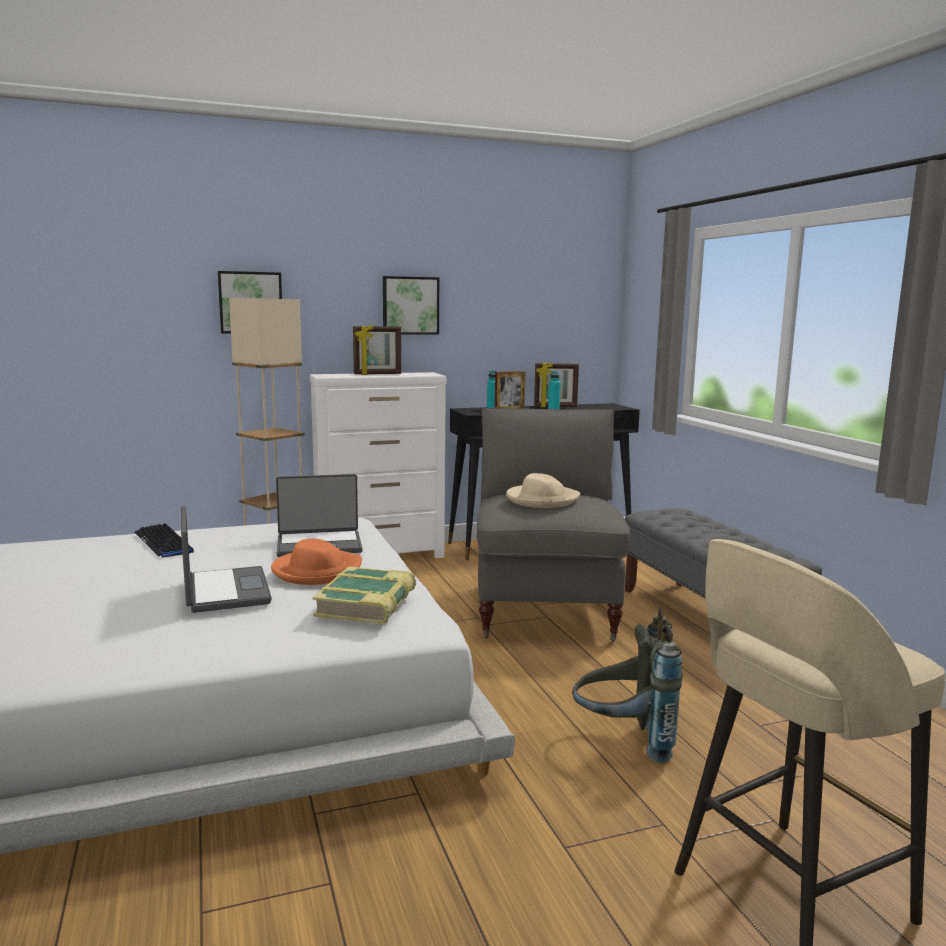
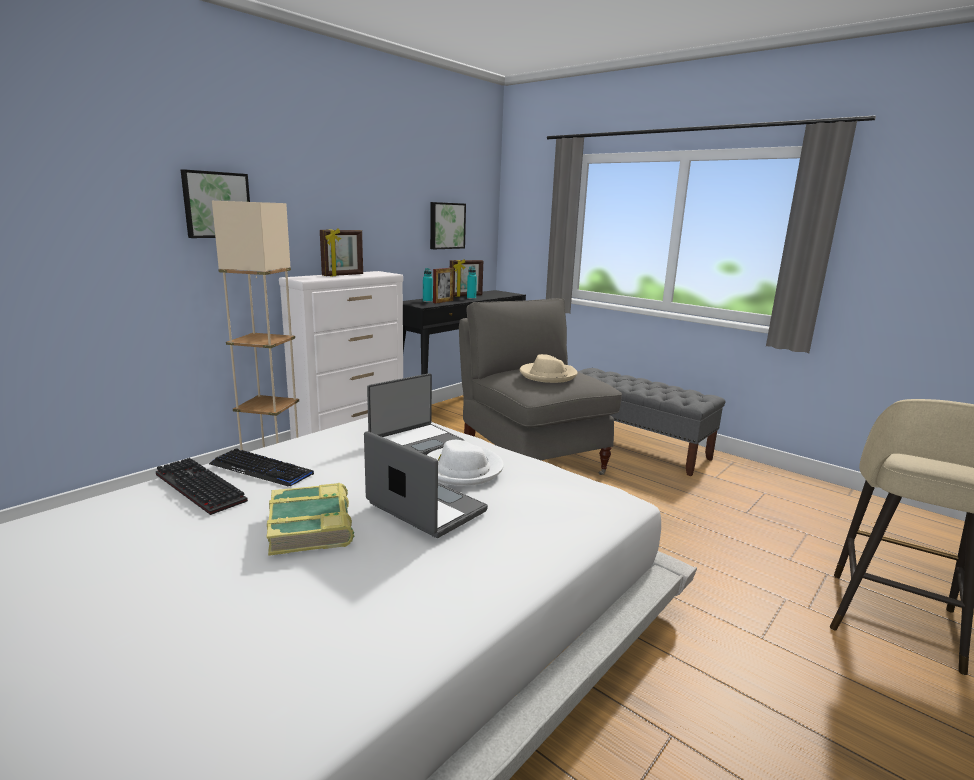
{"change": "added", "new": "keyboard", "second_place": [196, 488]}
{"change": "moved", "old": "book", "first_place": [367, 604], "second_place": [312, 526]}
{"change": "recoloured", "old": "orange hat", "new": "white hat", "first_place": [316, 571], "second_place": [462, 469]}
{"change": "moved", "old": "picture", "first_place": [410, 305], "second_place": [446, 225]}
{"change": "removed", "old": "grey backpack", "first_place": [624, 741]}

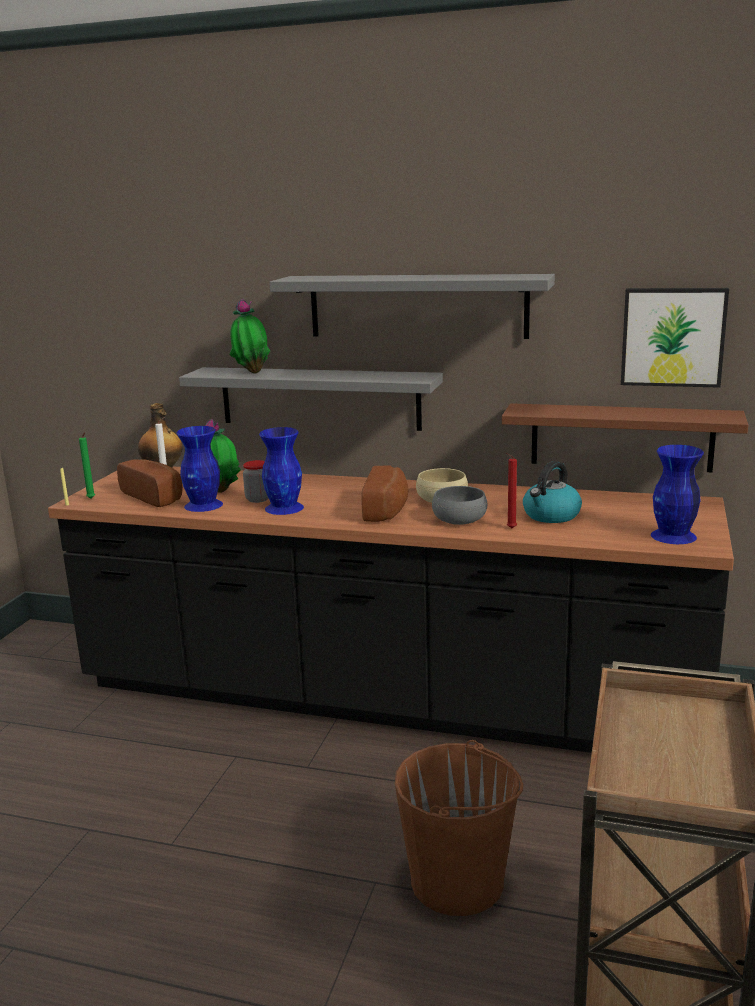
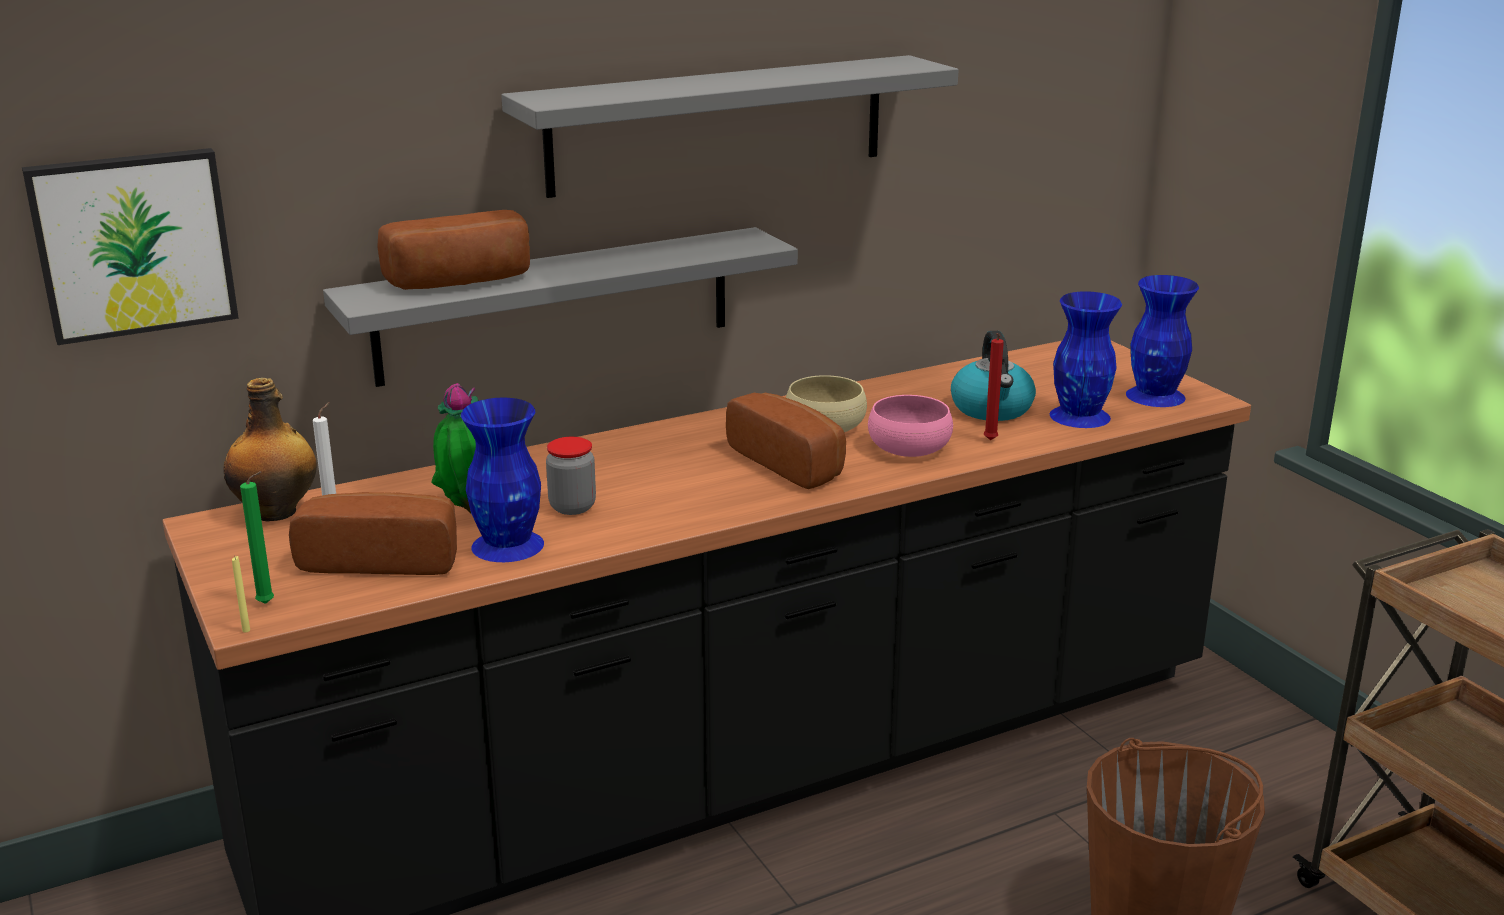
{"change": "moved", "old": "picture", "first_place": [673, 336], "second_place": [133, 243]}
{"change": "replaced", "old": "potted plant", "new": "bread", "first_place": [252, 372], "second_place": [462, 282]}
{"change": "recoloured", "old": "grey bowl", "new": "pink bowl", "first_place": [459, 519], "second_place": [909, 447]}
{"change": "moved", "old": "blue vase", "first_place": [285, 508], "second_place": [1080, 416]}
{"change": "removed", "old": "brown shelf", "first_place": [621, 437]}

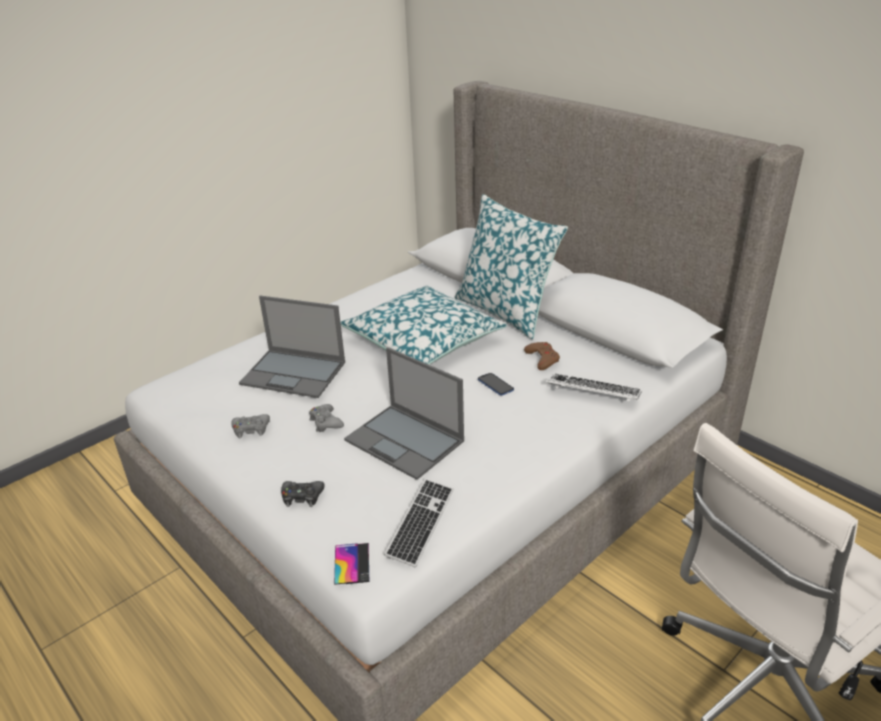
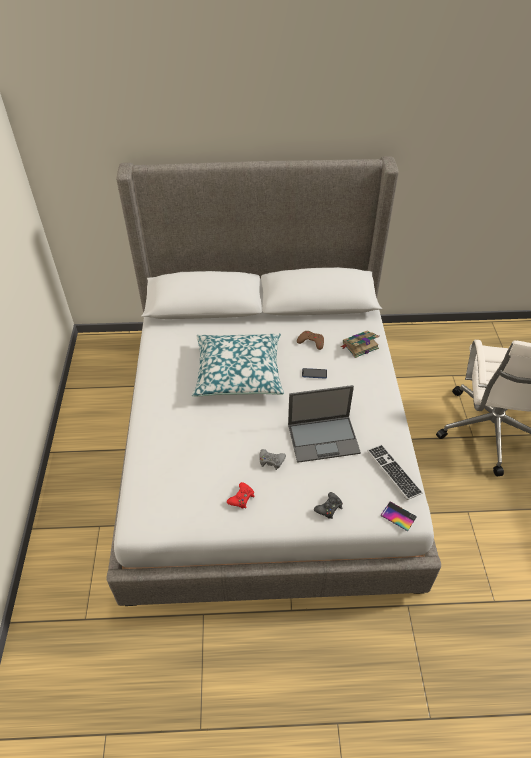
{"change": "recoloured", "old": "grey game controller", "new": "red game controller", "first_place": [251, 429], "second_place": [241, 498]}
{"change": "replaced", "old": "keyboard", "new": "book", "first_place": [593, 393], "second_place": [359, 346]}
{"change": "removed", "old": "laptop", "first_place": [294, 373]}
{"change": "removed", "old": "pillow", "first_place": [506, 311]}

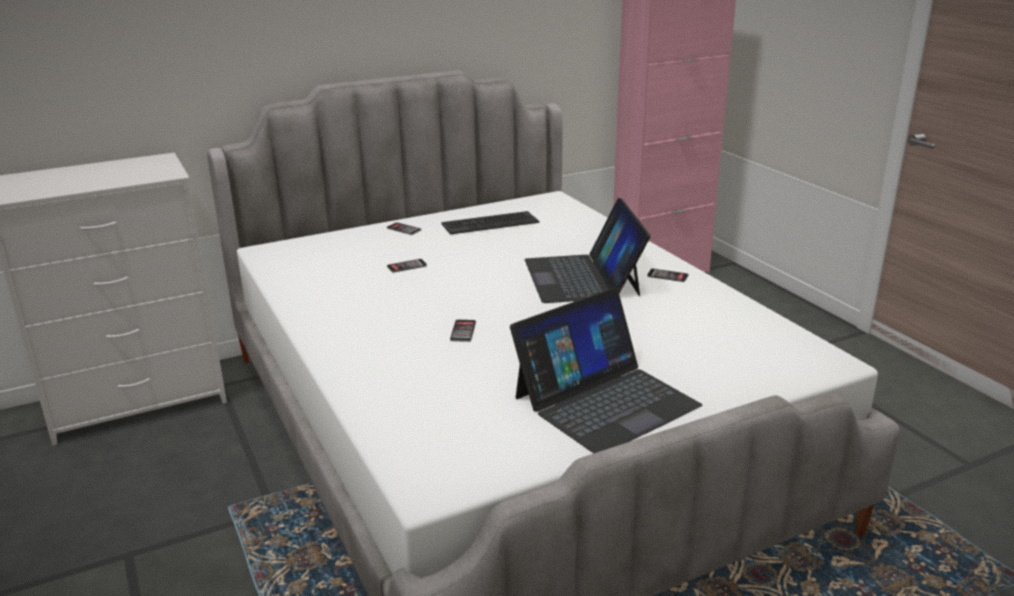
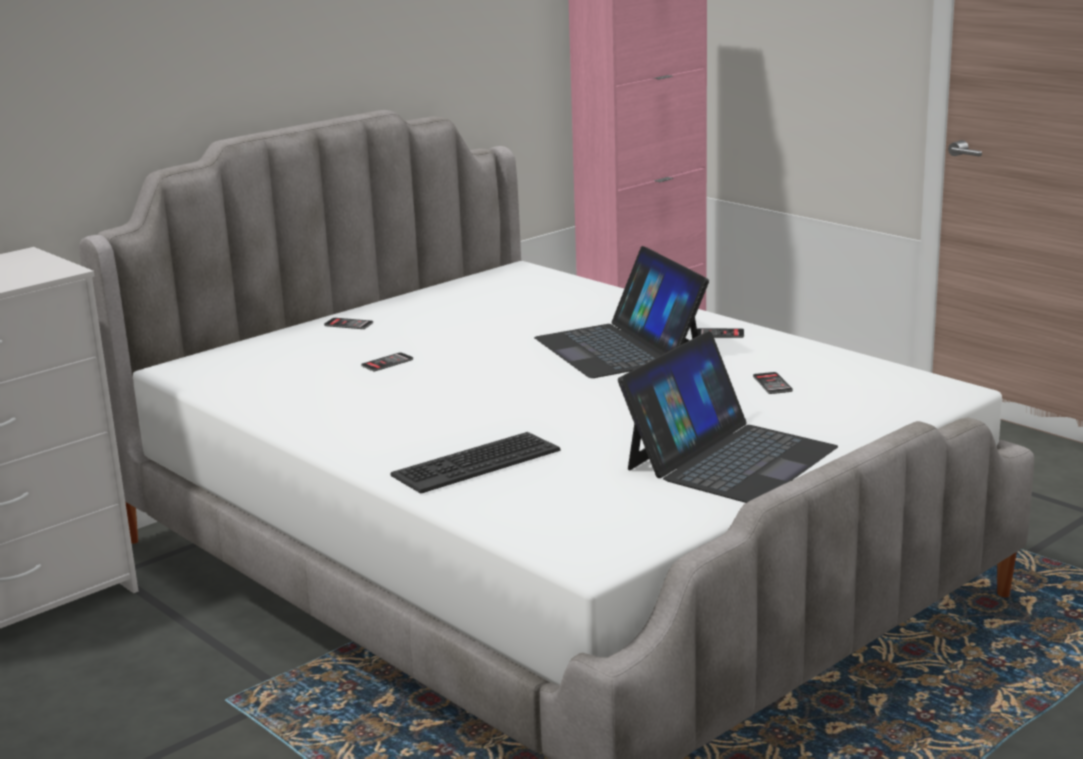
{"change": "moved", "old": "keyboard", "first_place": [490, 223], "second_place": [475, 463]}
{"change": "moved", "old": "phone", "first_place": [463, 331], "second_place": [772, 384]}

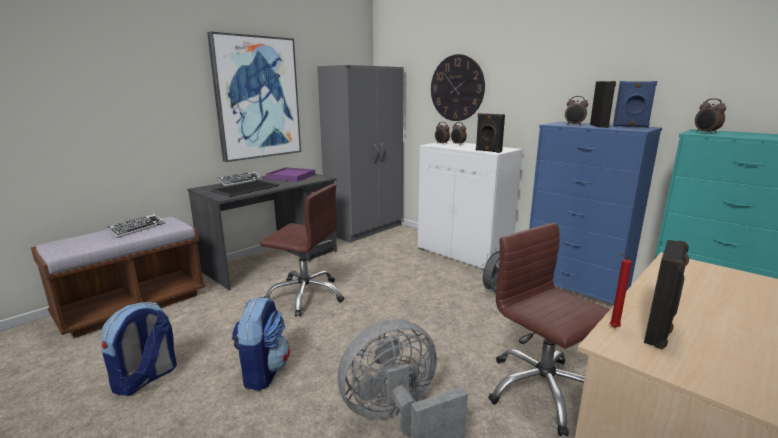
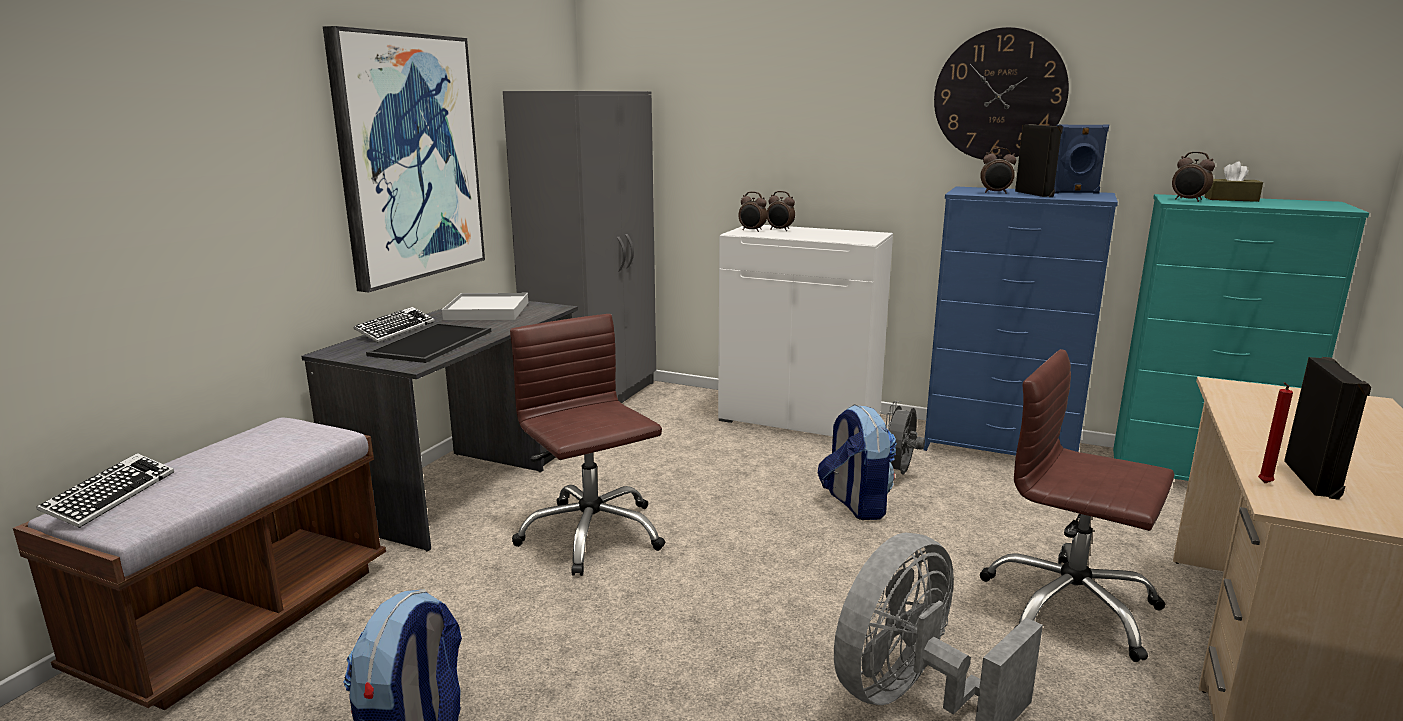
{"change": "moved", "old": "keyboard", "first_place": [137, 228], "second_place": [111, 496]}
{"change": "recoloured", "old": "purple tray", "new": "white tray", "first_place": [291, 177], "second_place": [487, 311]}
{"change": "turned", "old": "brown office chair", "first_place": [306, 295], "second_place": [591, 534], "degrees": -120}
{"change": "moved", "old": "backpack", "first_place": [263, 371], "second_place": [855, 504]}
{"change": "moved", "old": "wall clock", "first_place": [457, 88], "second_place": [999, 95]}
{"change": "added", "new": "brown tissue box", "second_place": [1231, 199]}
{"change": "removed", "old": "black speaker", "first_place": [488, 151]}

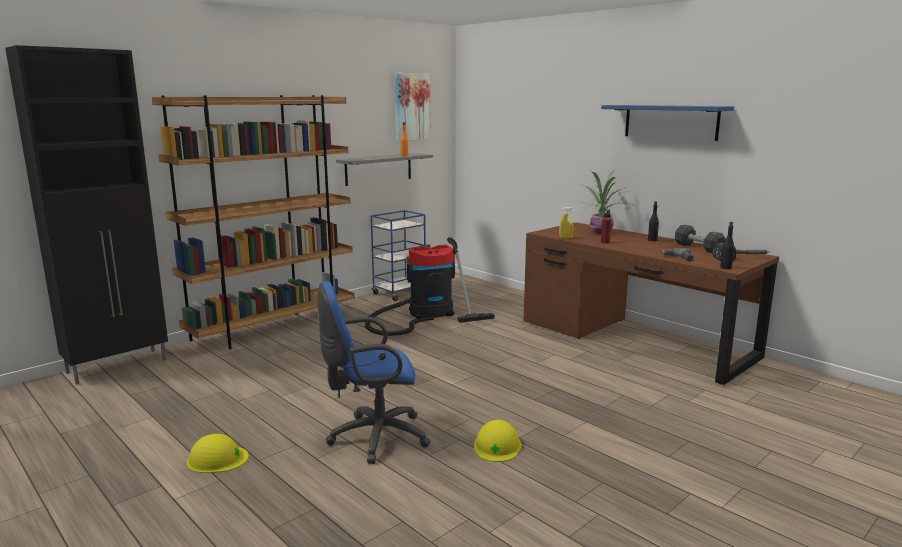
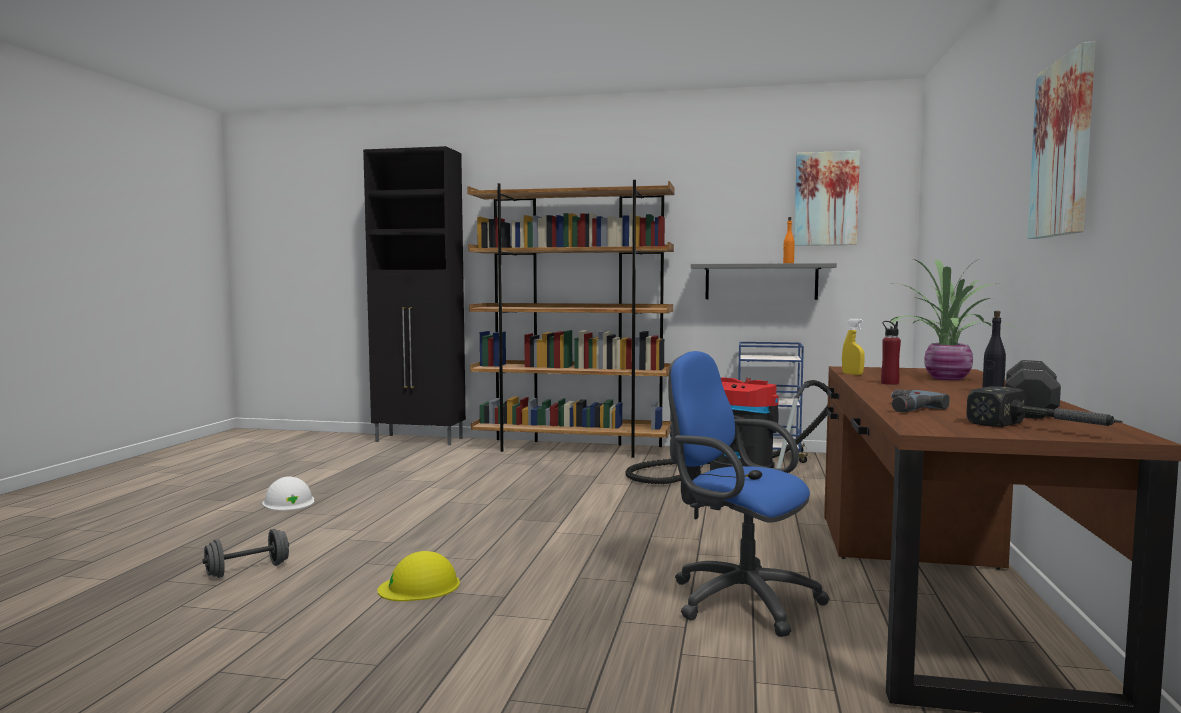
{"change": "added", "new": "grey dumbbell", "second_place": [247, 570]}
{"change": "recoloured", "old": "yellow hard hat", "new": "white hard hat", "first_place": [217, 459], "second_place": [289, 502]}
{"change": "moved", "old": "blue office chair", "first_place": [373, 437], "second_place": [737, 599]}
{"change": "replaced", "old": "blue shelf", "new": "picture", "first_place": [670, 122], "second_place": [1064, 148]}
{"change": "removed", "old": "black bottle", "first_place": [725, 268]}

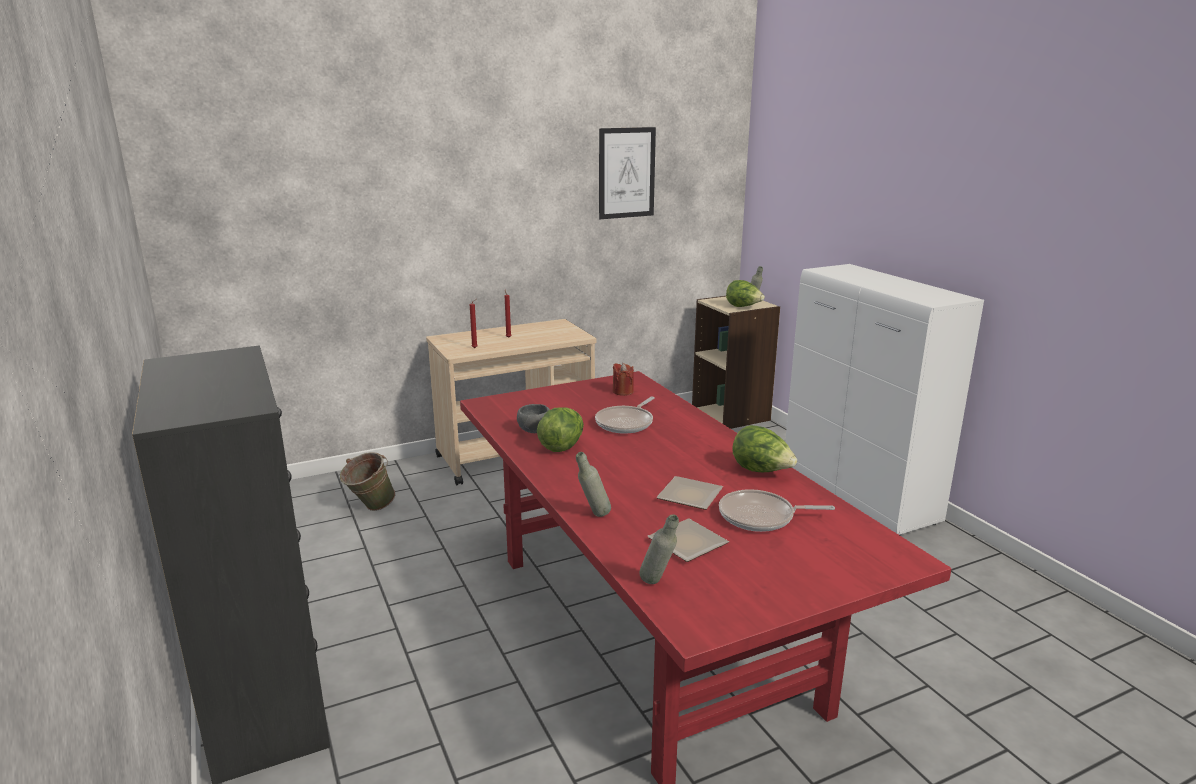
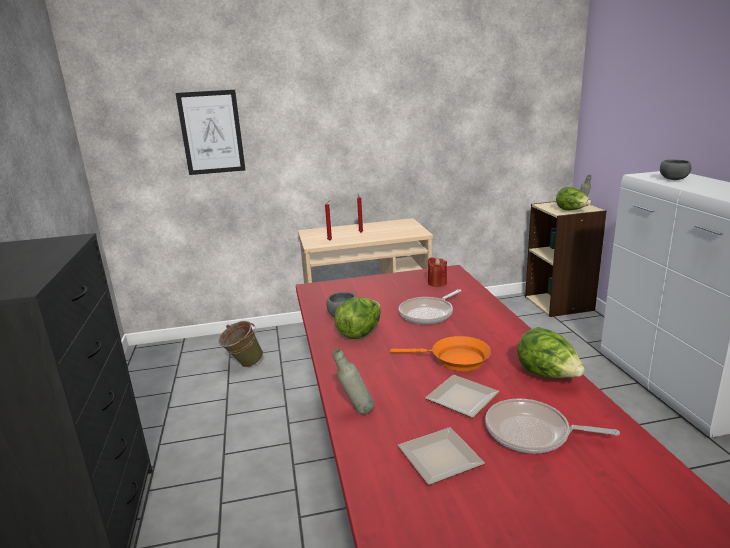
{"change": "moved", "old": "picture", "first_place": [626, 173], "second_place": [211, 132]}
{"change": "added", "new": "orange frying pan", "second_place": [455, 360]}
{"change": "added", "new": "grey bowl", "second_place": [673, 179]}
{"change": "removed", "old": "grey bottle", "first_place": [658, 584]}

